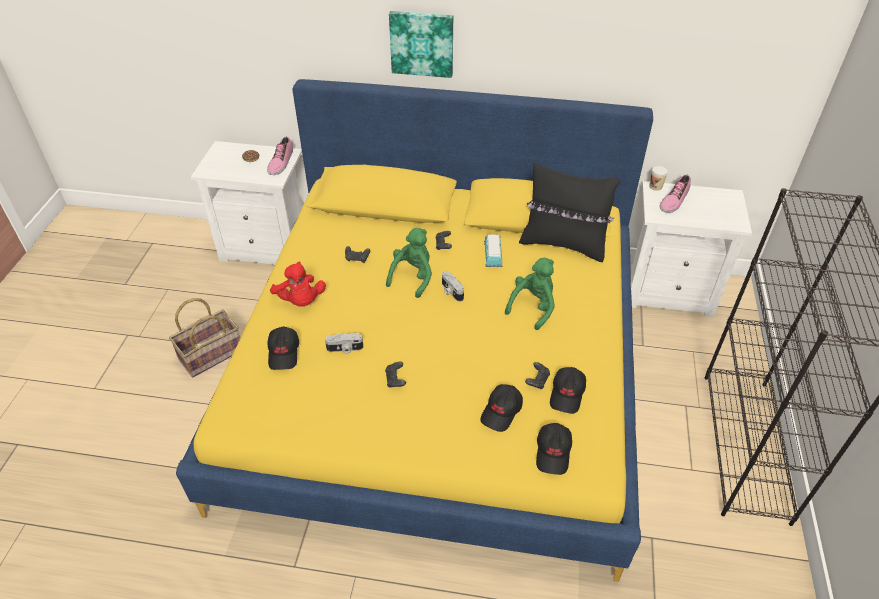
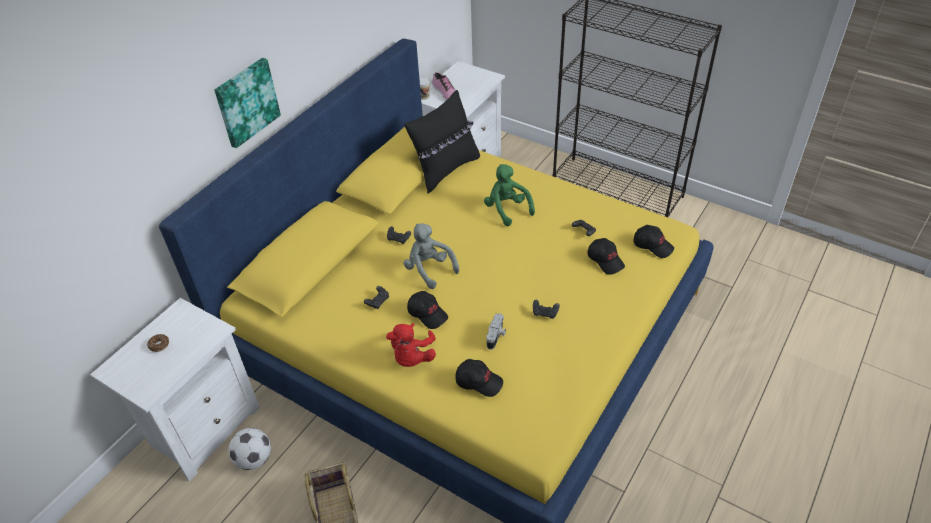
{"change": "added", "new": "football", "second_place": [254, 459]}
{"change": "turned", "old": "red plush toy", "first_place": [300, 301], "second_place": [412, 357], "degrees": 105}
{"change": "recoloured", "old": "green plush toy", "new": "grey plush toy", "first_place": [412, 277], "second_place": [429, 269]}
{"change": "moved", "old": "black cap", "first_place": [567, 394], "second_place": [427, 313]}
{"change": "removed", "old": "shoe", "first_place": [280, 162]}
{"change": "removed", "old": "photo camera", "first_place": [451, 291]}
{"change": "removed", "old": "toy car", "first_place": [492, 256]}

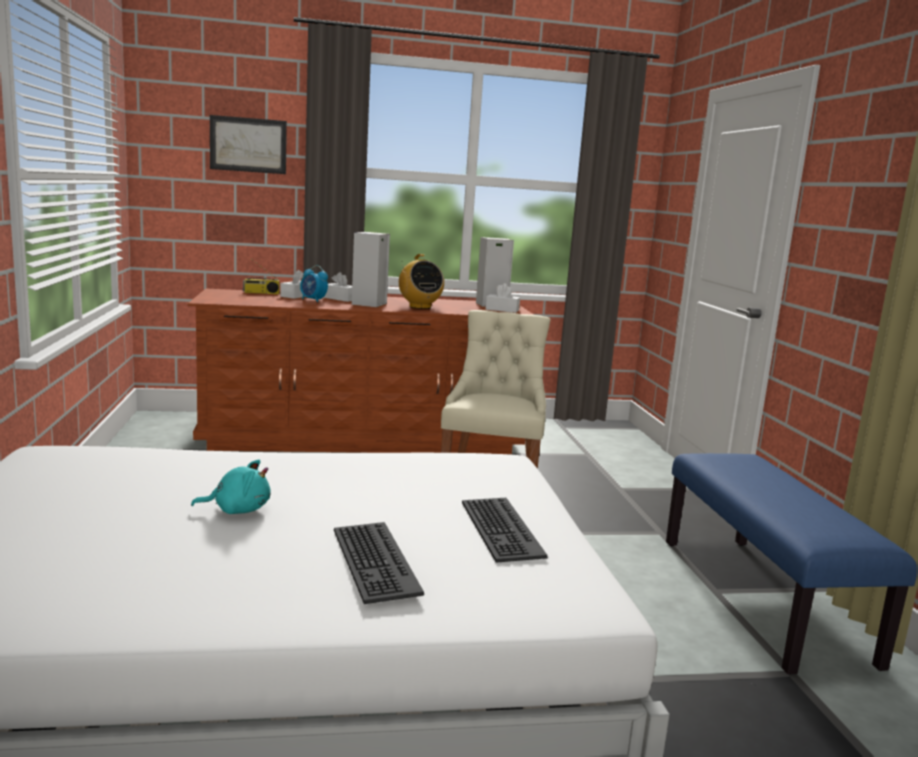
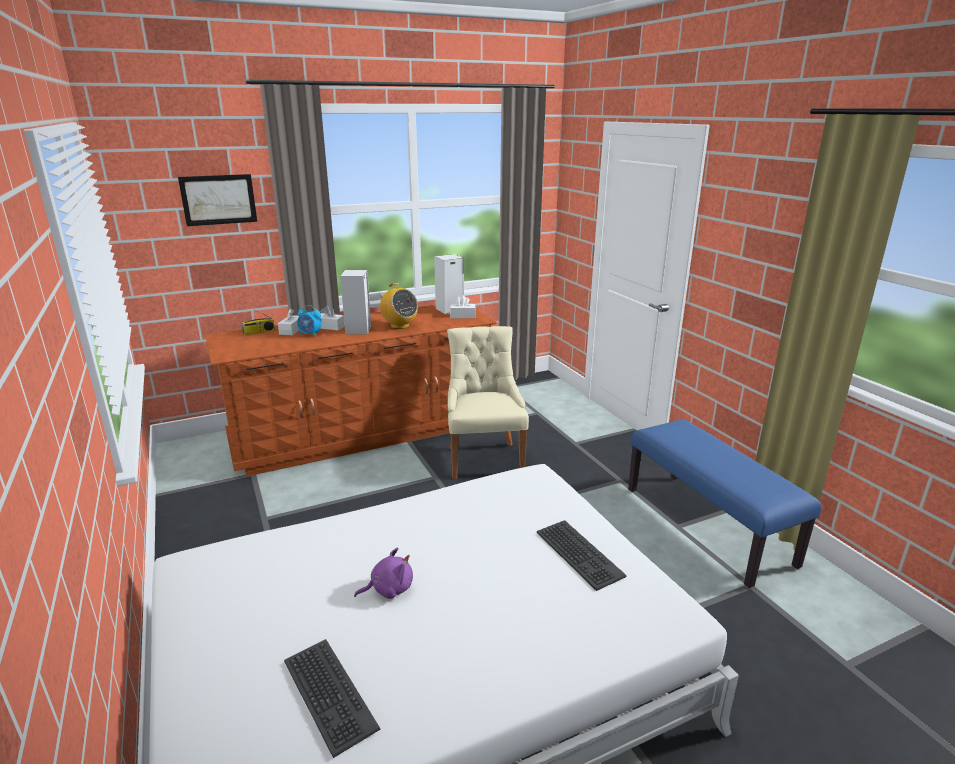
{"change": "moved", "old": "keyboard", "first_place": [373, 561], "second_place": [328, 695]}
{"change": "recoloured", "old": "turquoise plush toy", "new": "purple plush toy", "first_place": [238, 510], "second_place": [389, 589]}

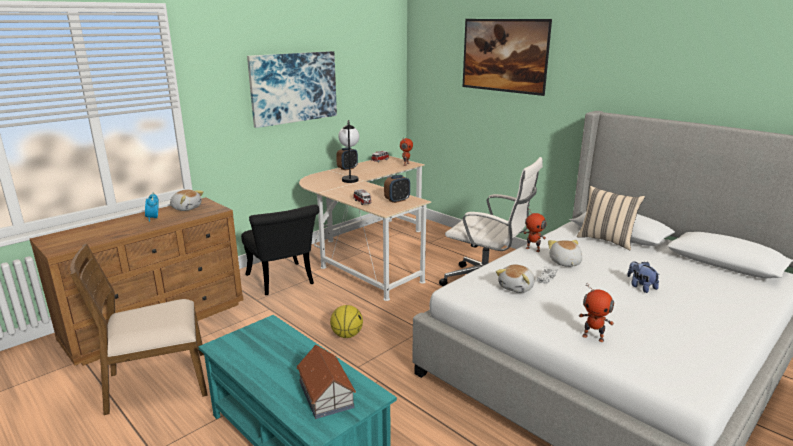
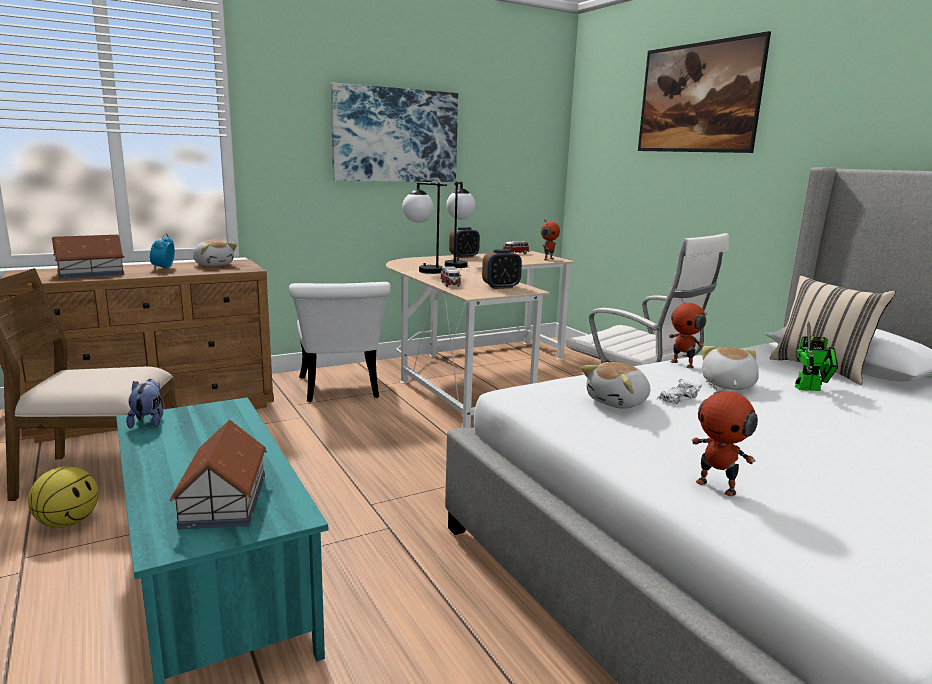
{"change": "moved", "old": "basketball", "first_place": [347, 335], "second_place": [68, 522]}
{"change": "added", "new": "toy house", "second_place": [90, 273]}
{"change": "moved", "old": "plush toy", "first_place": [641, 287], "second_place": [148, 421]}
{"change": "recoloured", "old": "black chair", "new": "white chair", "first_place": [282, 282], "second_place": [340, 390]}
{"change": "added", "new": "table lamp", "second_place": [422, 270]}
{"change": "added", "new": "toy robot", "second_place": [811, 389]}

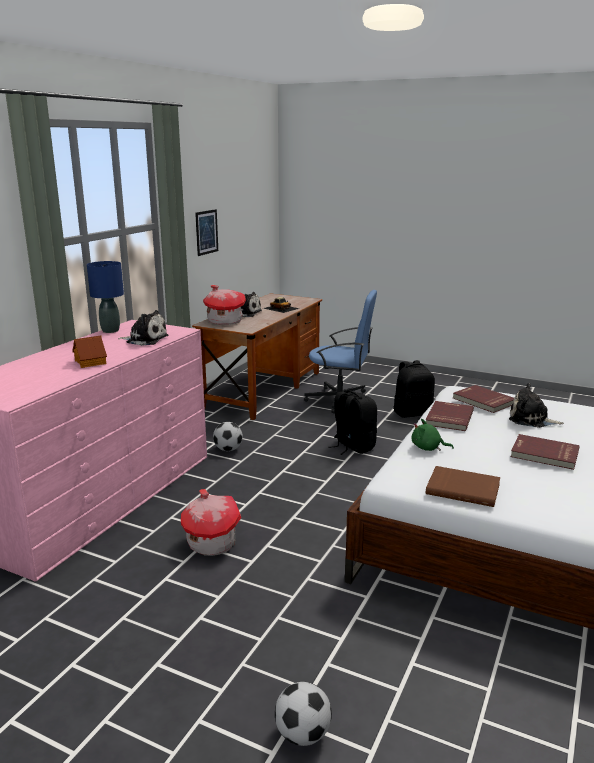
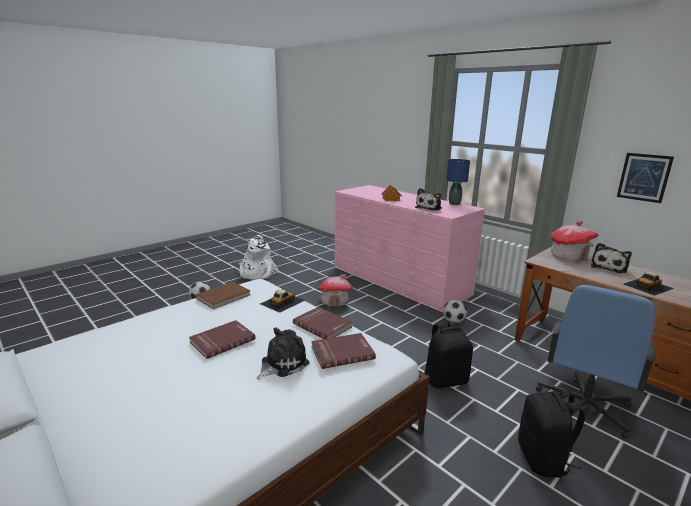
{"change": "added", "new": "white backpack", "second_place": [256, 273]}
{"change": "replaced", "old": "green plush toy", "new": "toy car", "first_place": [428, 448], "second_place": [282, 302]}

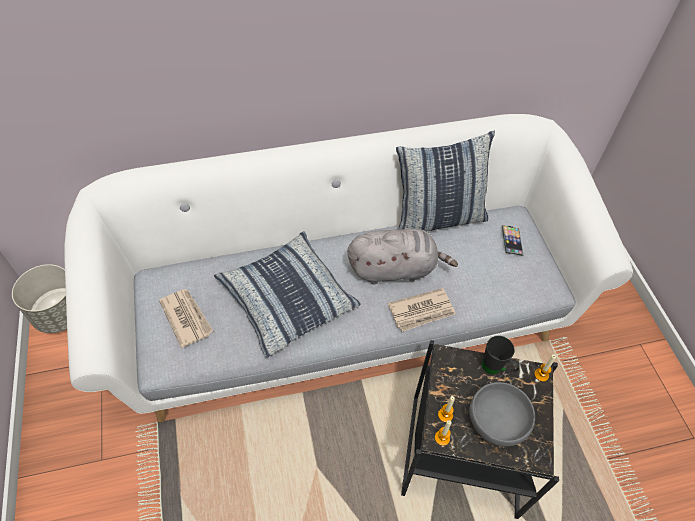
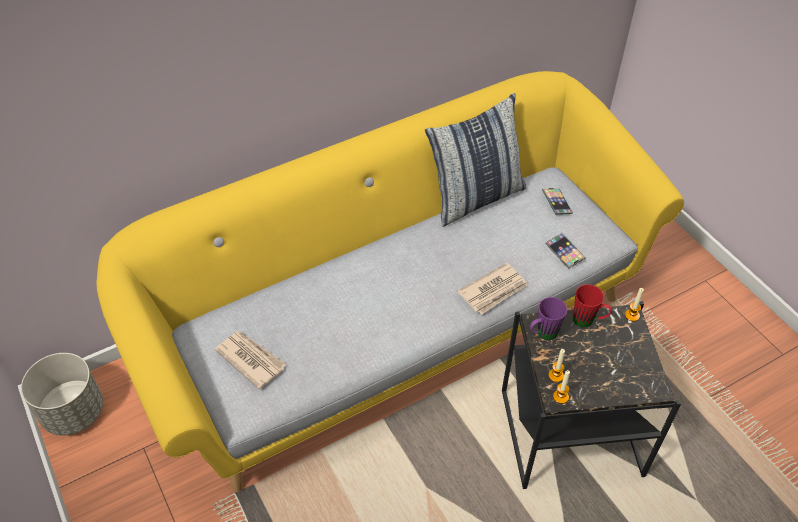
{"change": "recoloured", "old": "white sofa", "new": "yellow sofa", "first_place": [345, 313], "second_place": [398, 327]}
{"change": "added", "new": "purple mug", "second_place": [542, 334]}
{"change": "added", "new": "phone", "second_place": [564, 252]}
{"change": "recoloured", "old": "black mug", "new": "red mug", "first_place": [496, 369], "second_place": [588, 321]}
{"change": "removed", "old": "pillow", "first_place": [287, 298]}
{"change": "removed", "old": "grey plush toy", "first_place": [395, 269]}
{"change": "removed", "old": "grey bowl", "first_place": [497, 422]}

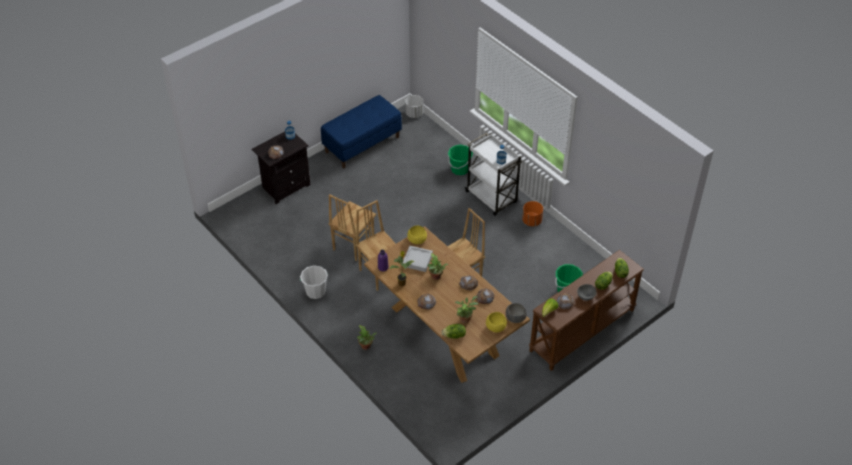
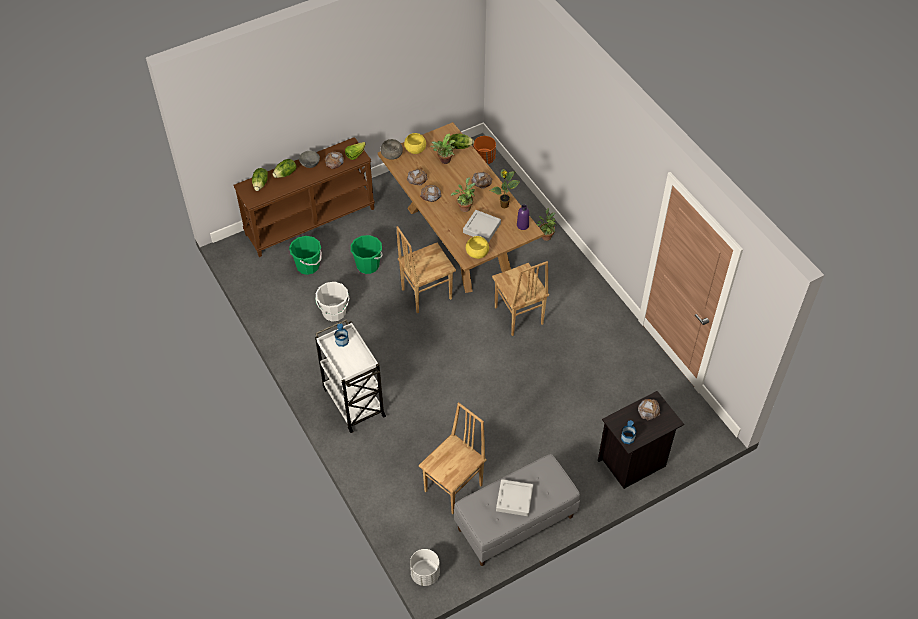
{"change": "moved", "old": "white bucket", "first_place": [315, 291], "second_place": [334, 312]}
{"change": "moved", "old": "green bucket", "first_place": [459, 169], "second_place": [368, 265]}
{"change": "moved", "old": "brown chair", "first_place": [353, 245], "second_place": [454, 488]}
{"change": "recoloured", "old": "blue bench", "new": "grey bench", "first_place": [362, 144], "second_place": [515, 523]}
{"change": "moved", "old": "orange planter", "first_place": [531, 221], "second_place": [484, 158]}
{"change": "added", "new": "grey tray", "second_place": [514, 499]}

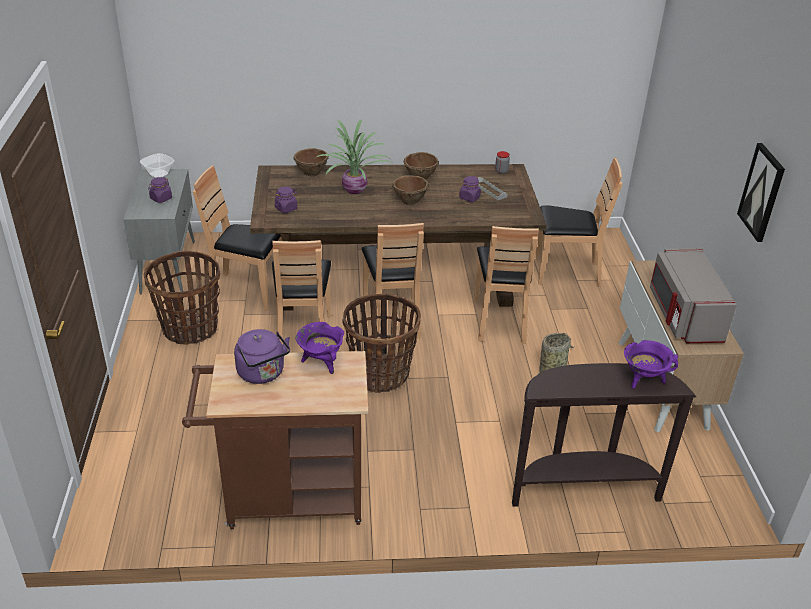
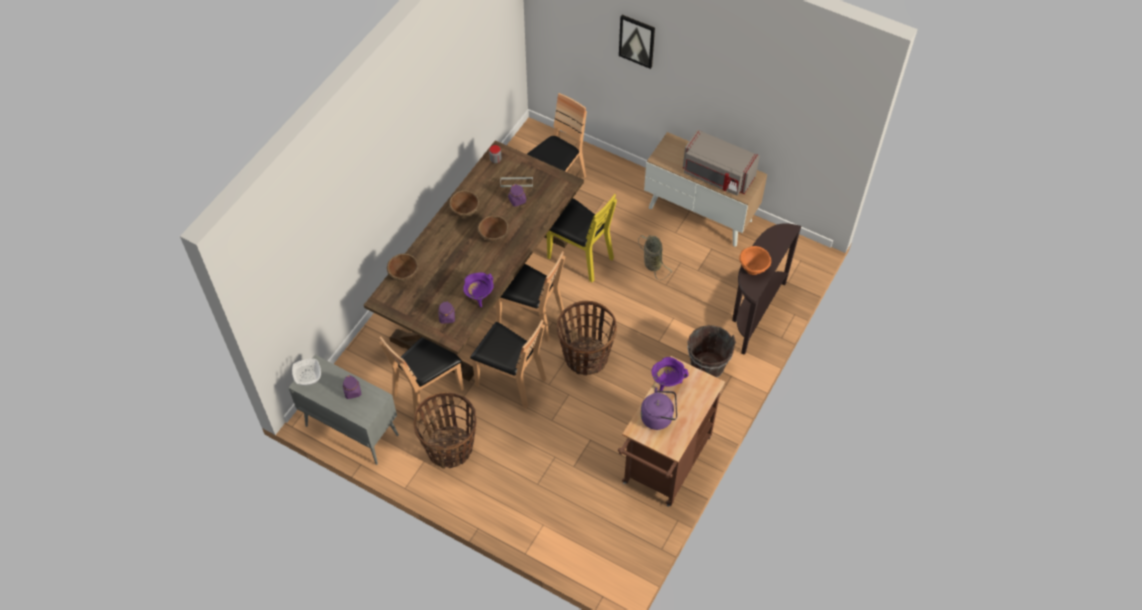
{"change": "moved", "old": "purple cooking pot", "first_place": [643, 380], "second_place": [479, 297]}
{"change": "recoloured", "old": "brown chair", "new": "yellow chair", "first_place": [500, 321], "second_place": [580, 257]}
{"change": "moved", "old": "picture", "first_place": [762, 192], "second_place": [637, 41]}
{"change": "added", "new": "brown bucket", "second_place": [707, 367]}
{"change": "added", "new": "orange bowl", "second_place": [753, 268]}
{"change": "removed", "old": "potted plant", "first_place": [355, 189]}

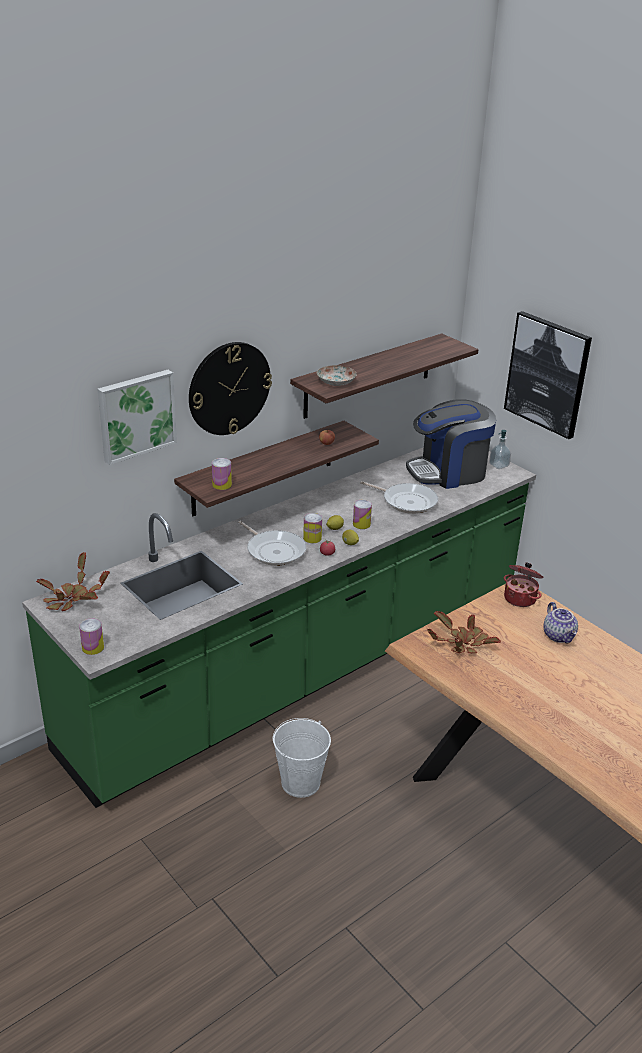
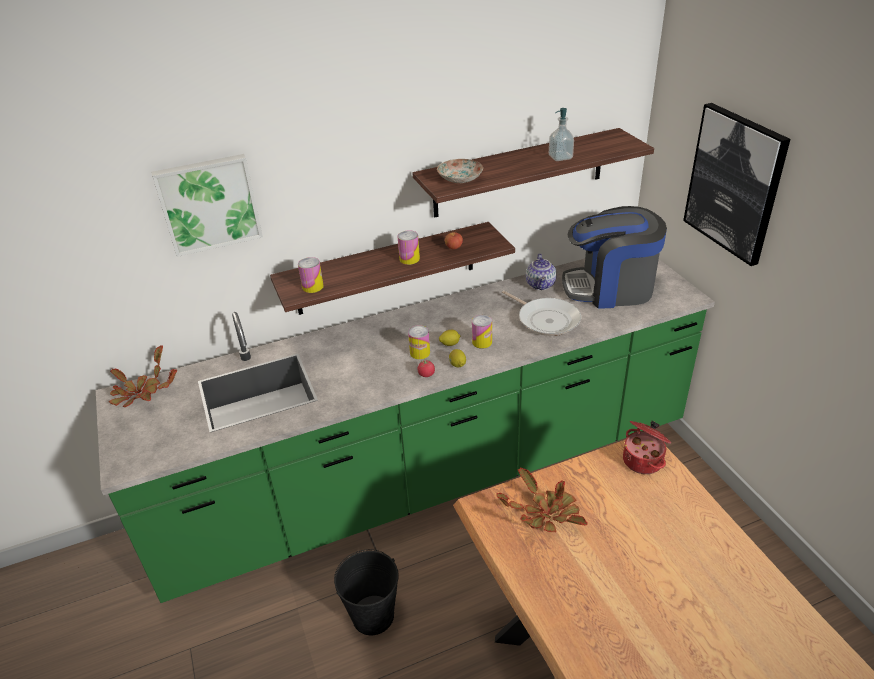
{"change": "recoloured", "old": "white bucket", "new": "black bucket", "first_place": [301, 782], "second_place": [373, 616]}
{"change": "moved", "old": "can", "first_place": [93, 647], "second_place": [409, 259]}
{"change": "moved", "old": "teapot", "first_place": [559, 636], "second_place": [541, 285]}
{"change": "moved", "old": "soap dispenser", "first_place": [498, 465], "second_place": [560, 157]}
{"change": "removed", "old": "wall clock", "first_place": [229, 388]}
{"change": "removed", "old": "frying pan", "first_place": [274, 550]}

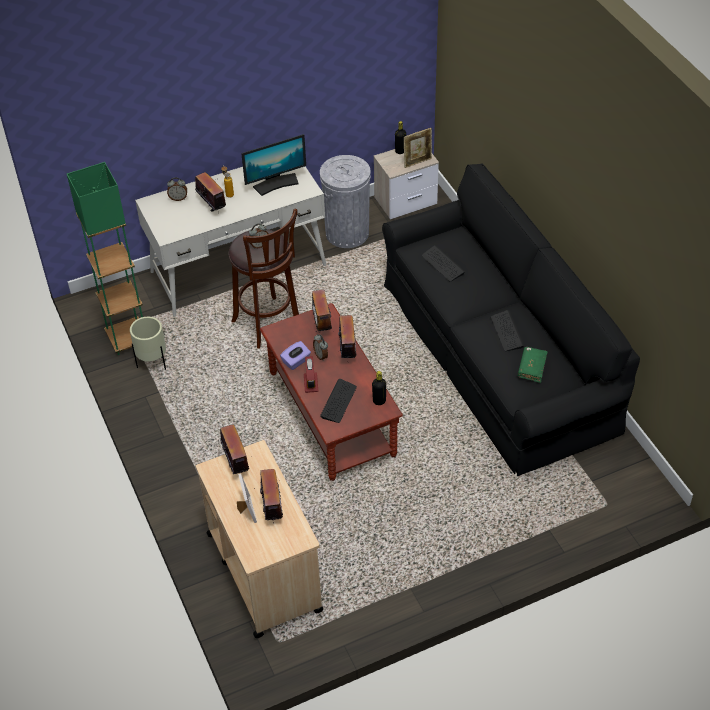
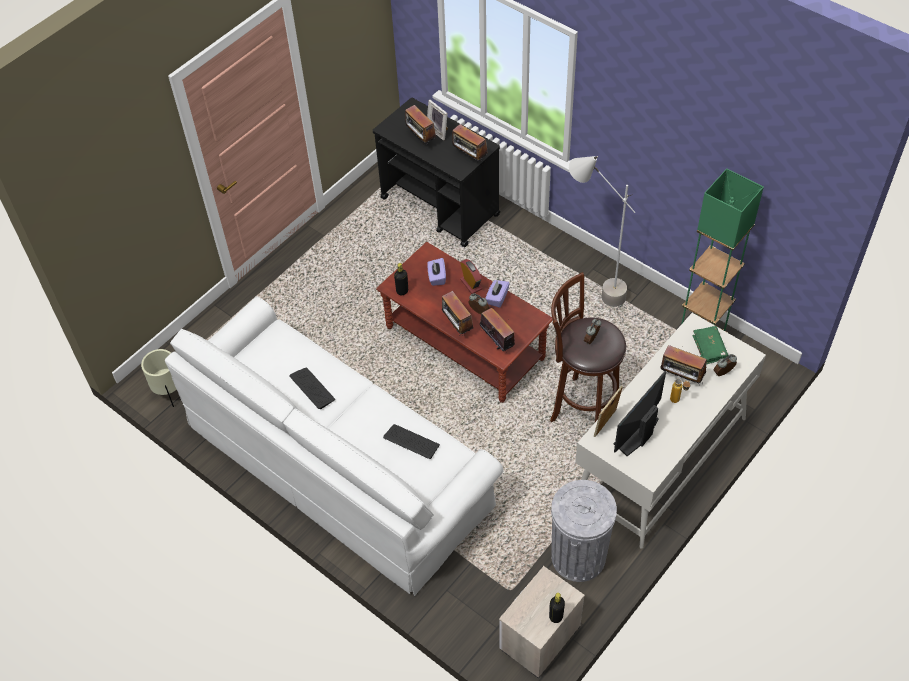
{"change": "moved", "old": "beige planter", "first_place": [153, 363], "second_place": [169, 393]}
{"change": "recoloured", "old": "black sofa", "new": "white sofa", "first_place": [497, 356], "second_place": [339, 463]}
{"change": "recoloured", "old": "beige cart", "new": "black cart", "first_place": [263, 571], "second_place": [440, 207]}
{"change": "replaced", "old": "keyboard", "new": "purple tissue box", "first_place": [338, 402], "second_place": [437, 277]}
{"change": "added", "new": "grey floor lamp", "second_place": [593, 292]}
{"change": "moved", "old": "picture frame", "first_place": [417, 162], "second_place": [606, 424]}
{"change": "moved", "old": "green book", "first_place": [532, 367], "second_place": [709, 348]}

